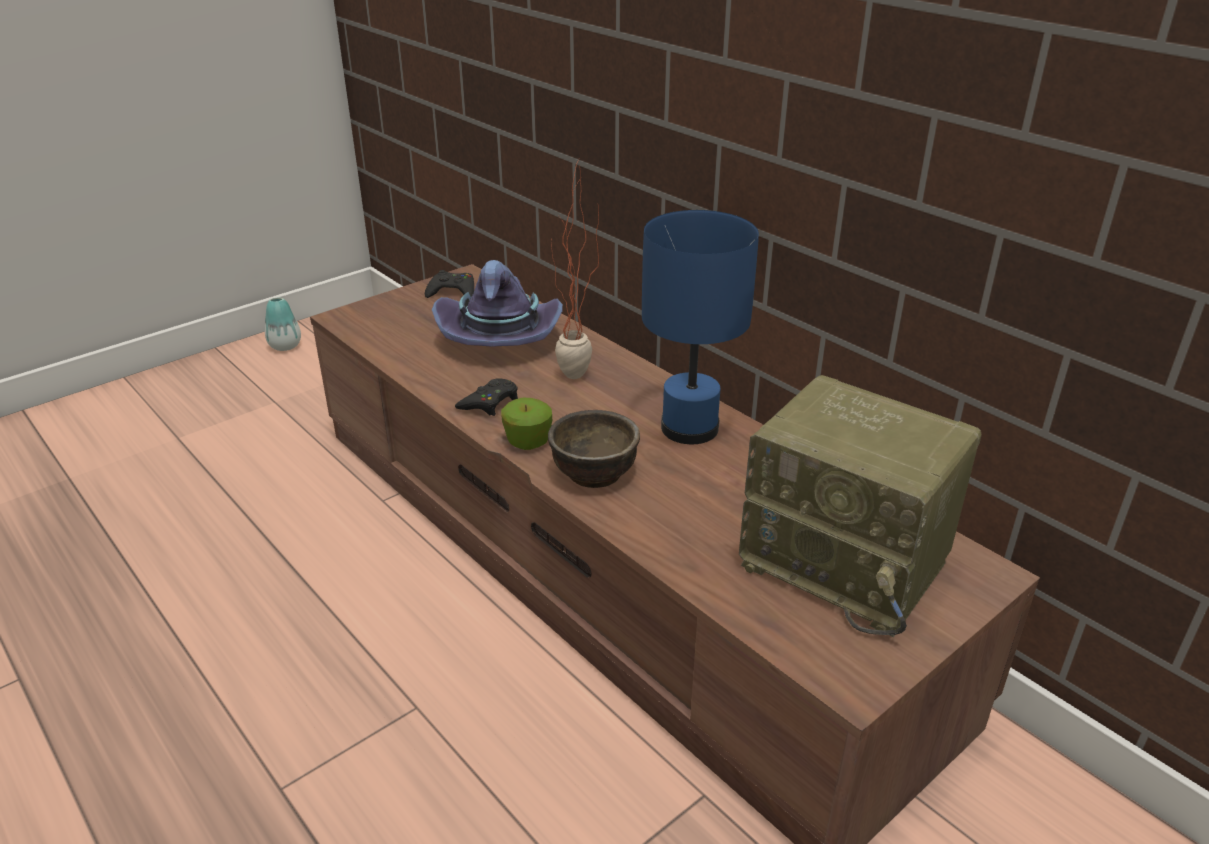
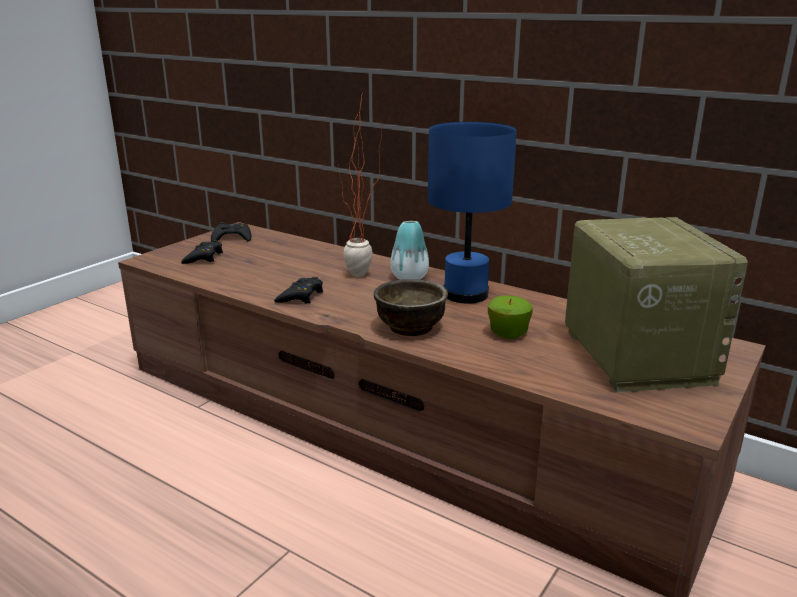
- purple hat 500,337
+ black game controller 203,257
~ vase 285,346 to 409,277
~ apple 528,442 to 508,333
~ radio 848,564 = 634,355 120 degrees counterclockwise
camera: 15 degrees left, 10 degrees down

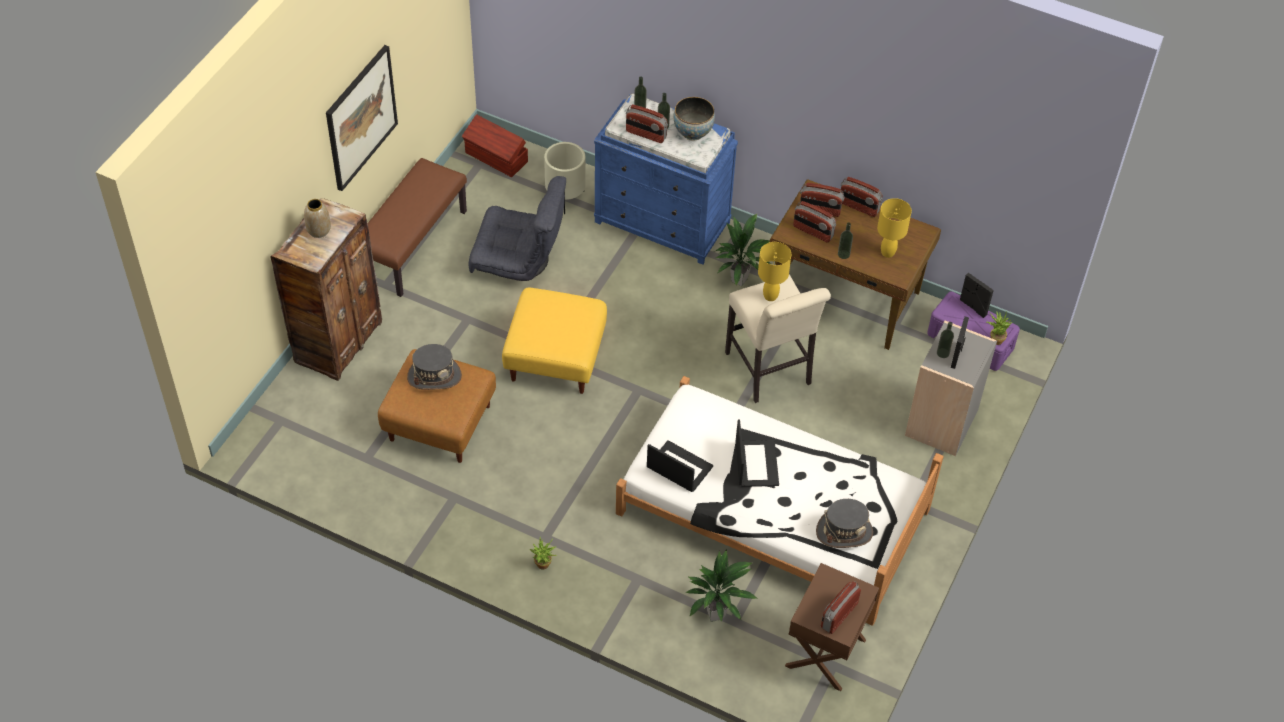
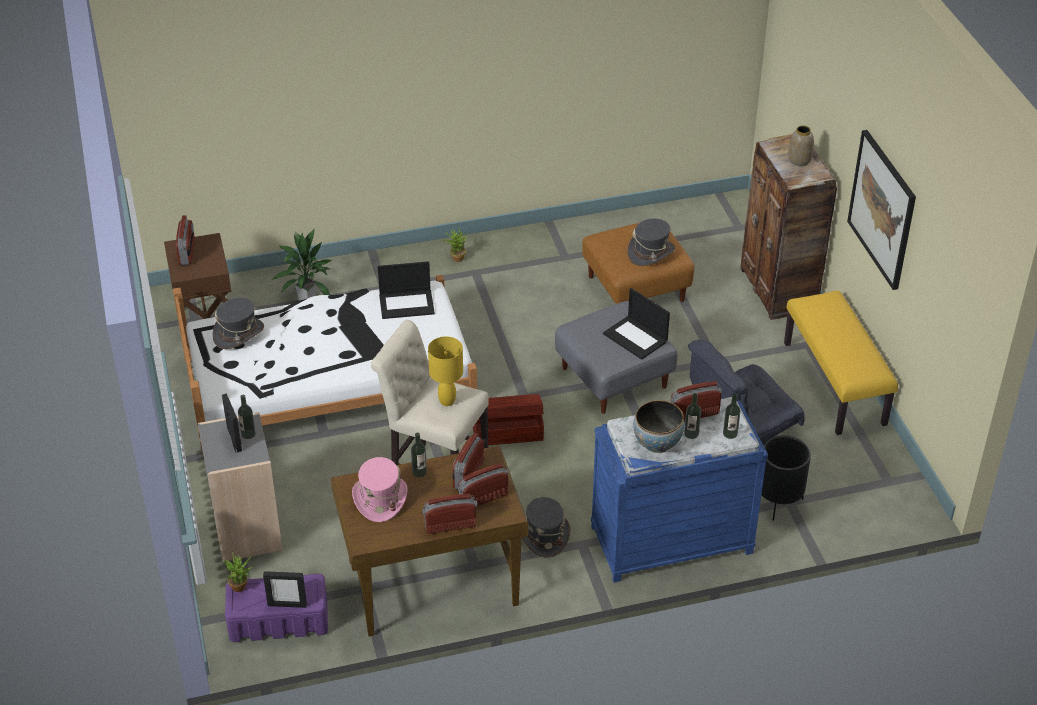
~ brown storage box 496,158 to 507,431
~ laptop 756,463 to 636,338
~ potted plant 740,280 to grey hat 544,535
~ yellow table lamp 888,253 to pink hat 380,499
~ brown bench 413,244 to yellow bench 835,384
~ yellow ottoman 555,357 to grey ottoman 615,378
~ beige planter 565,198 to black planter 778,502
~ radio 813,232 = 468,474 60 degrees counterclockwise
camera: 140 degrees right, 10 degrees down

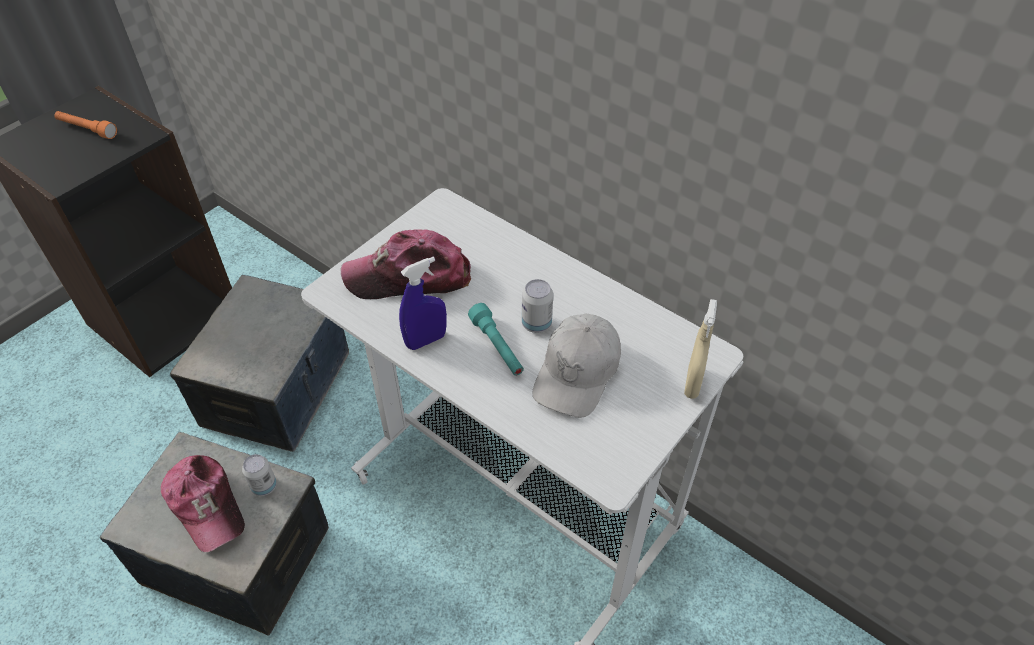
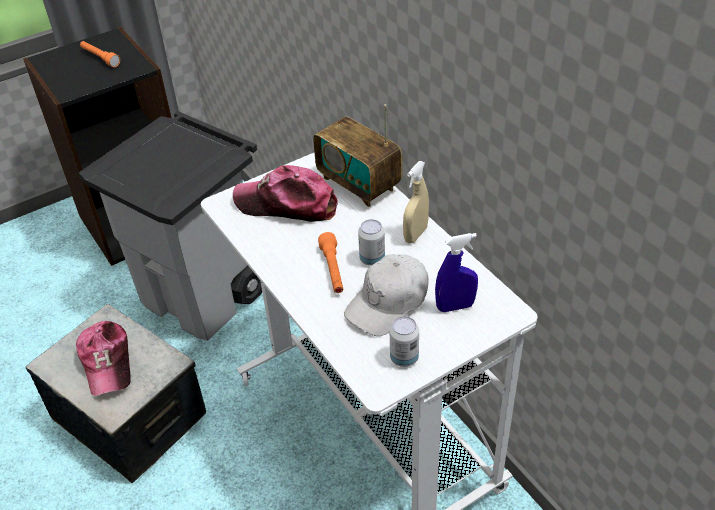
+ radio 359,183
~ can 264,486 to 404,358
~ blue spray bottle 426,340 to 455,306
~ beige spray bottle 692,383 to 415,234
~ storage box 278,389 to grey trash can 205,296
~ turquoise flashlight 497,347 to orange flashlight 333,270
camera: 20 degrees right, 5 degrees down

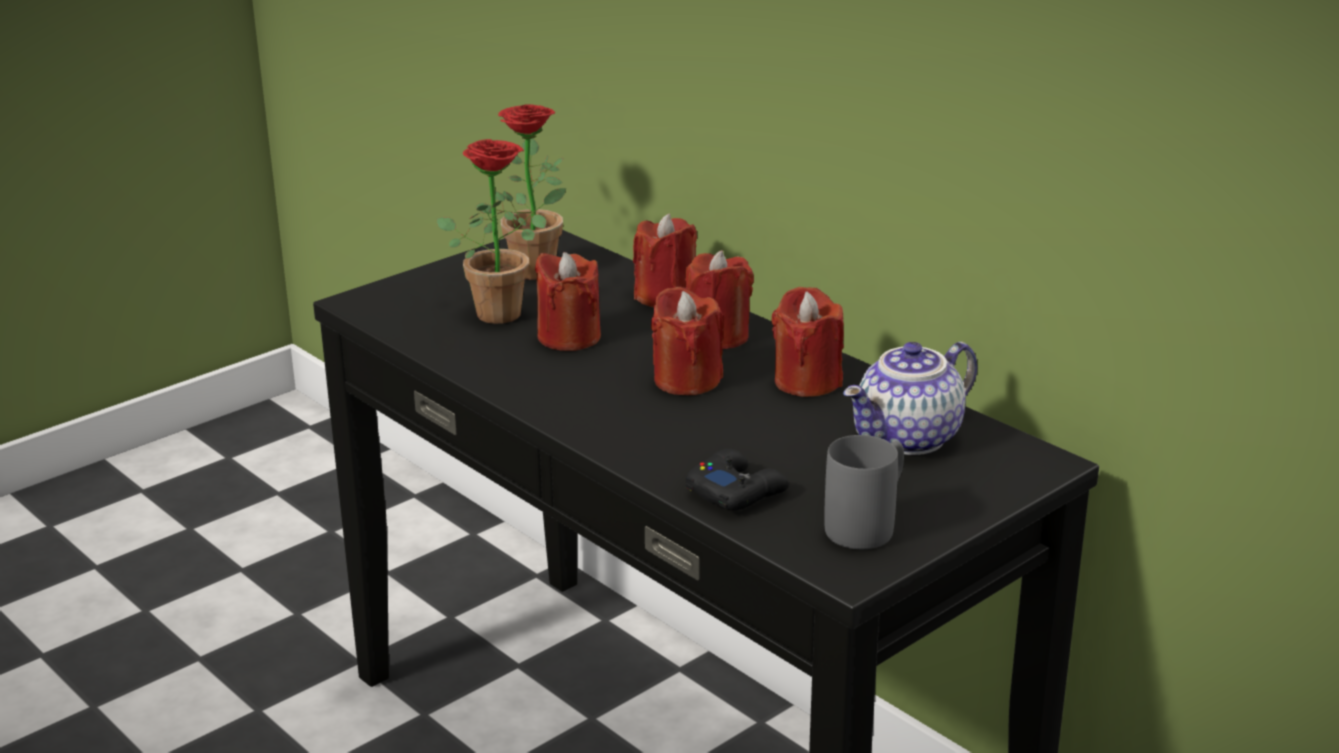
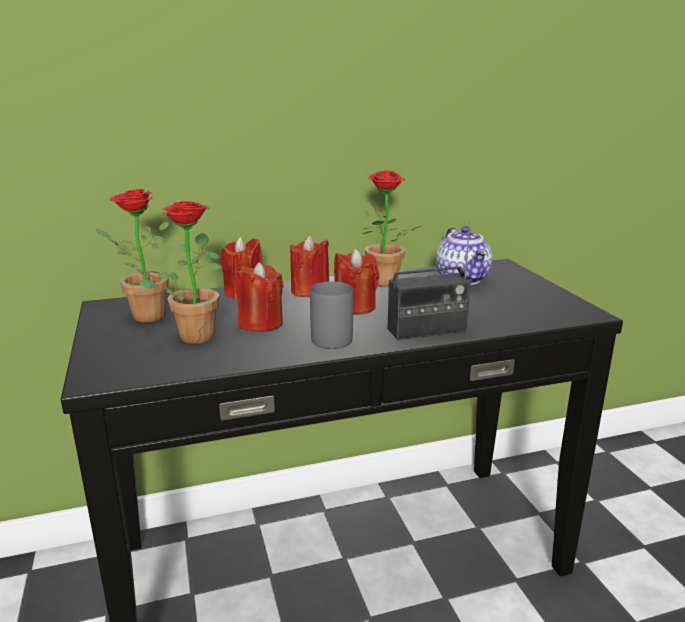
- black game controller 736,491
+ radio 427,330
~ grey mug 868,524 to 328,336
~ red candle 807,381 to potted plant 385,284
camera: 65 degrees left, 5 degrees down

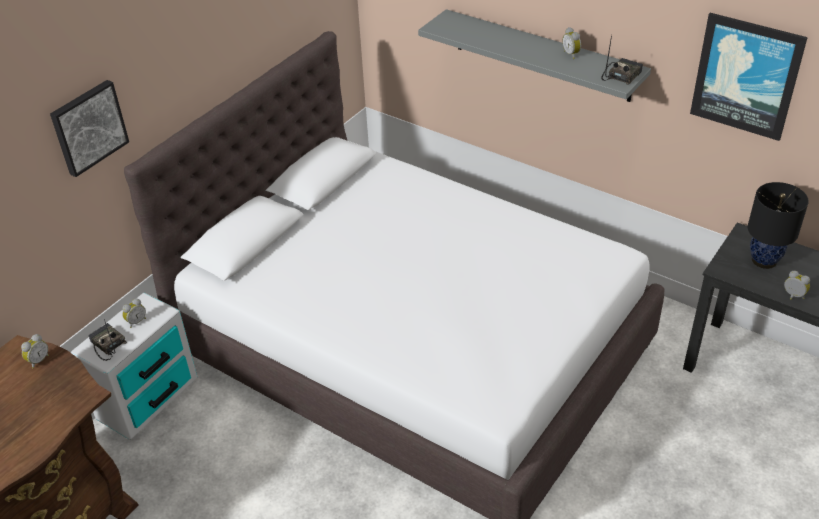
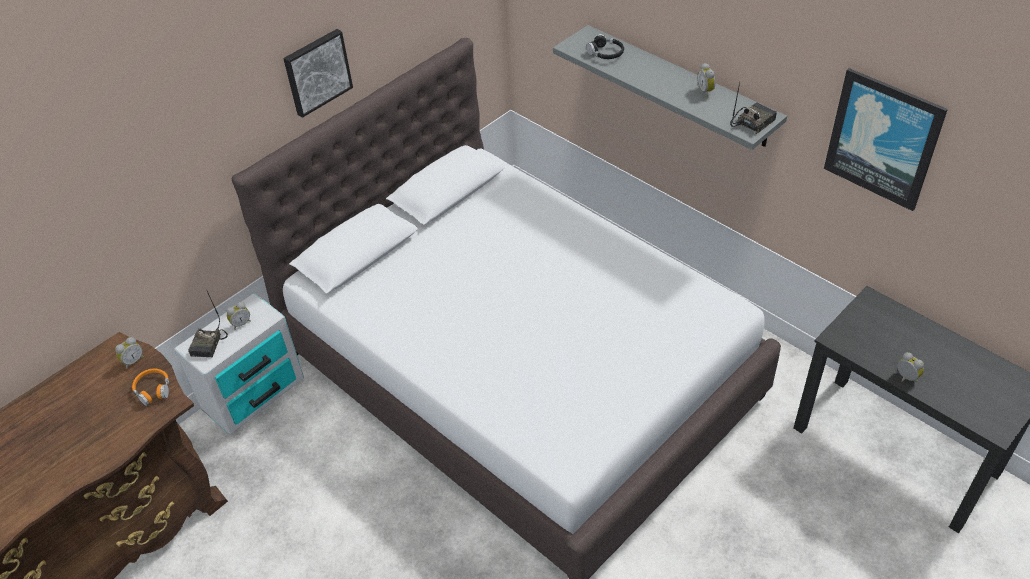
- black table lamp 764,260
+ orange headphones 153,389
+ black headphones 605,53
~ picture 88,127 to 317,72
~ radio 107,345 = 209,345 135 degrees counterclockwise
camera: 10 degrees right, 5 degrees up

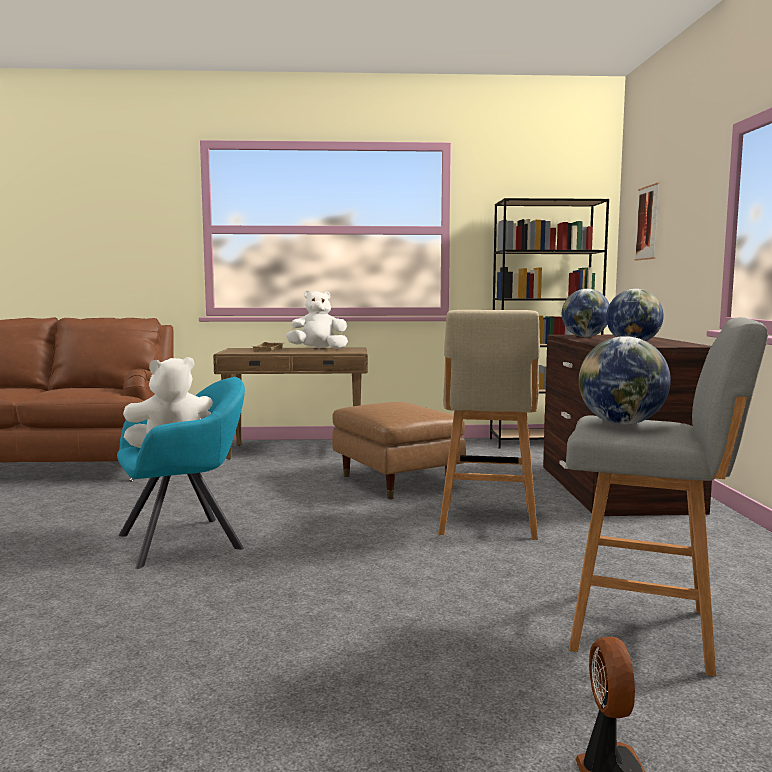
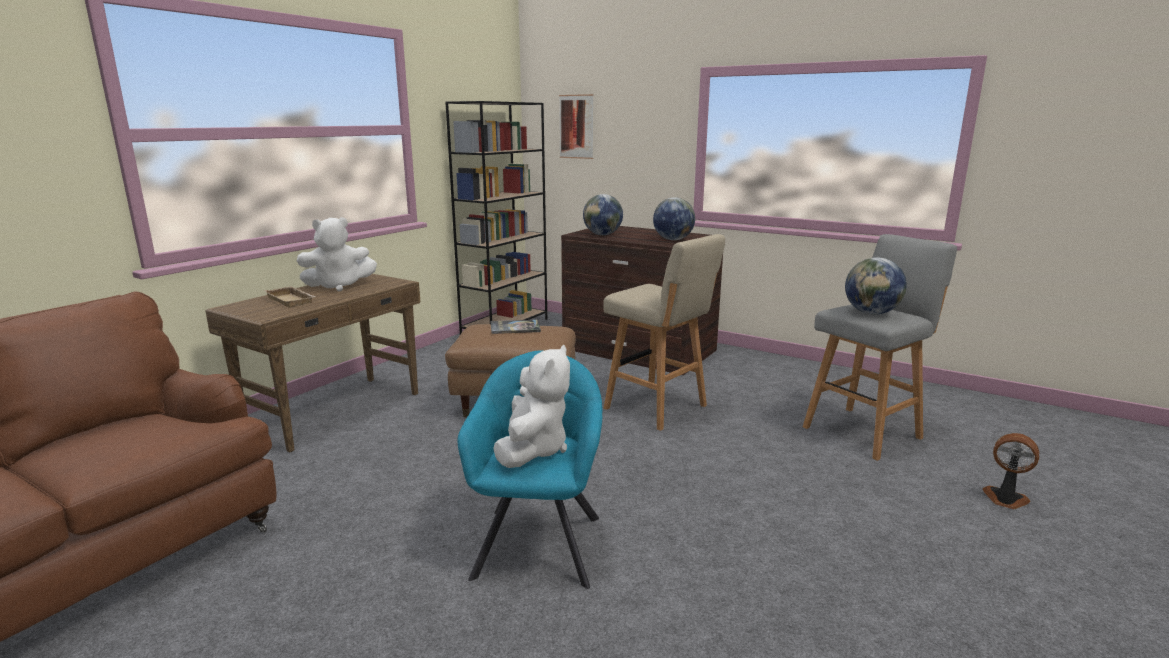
+ book 515,328
~ white plush toy 318,349 = 338,286 135 degrees counterclockwise
camera: 55 degrees left, 10 degrees up

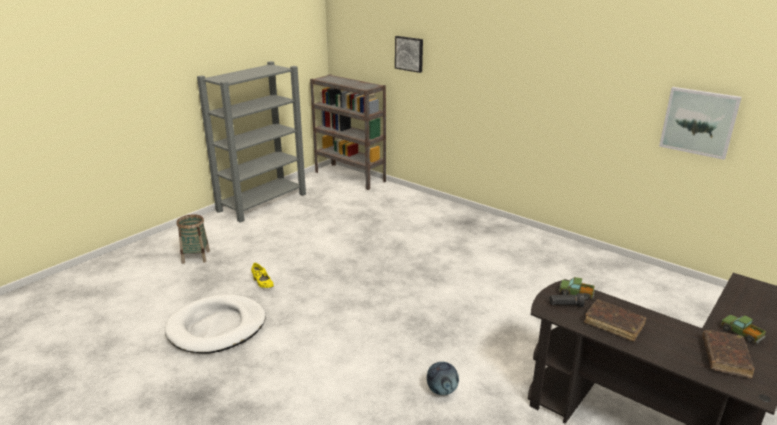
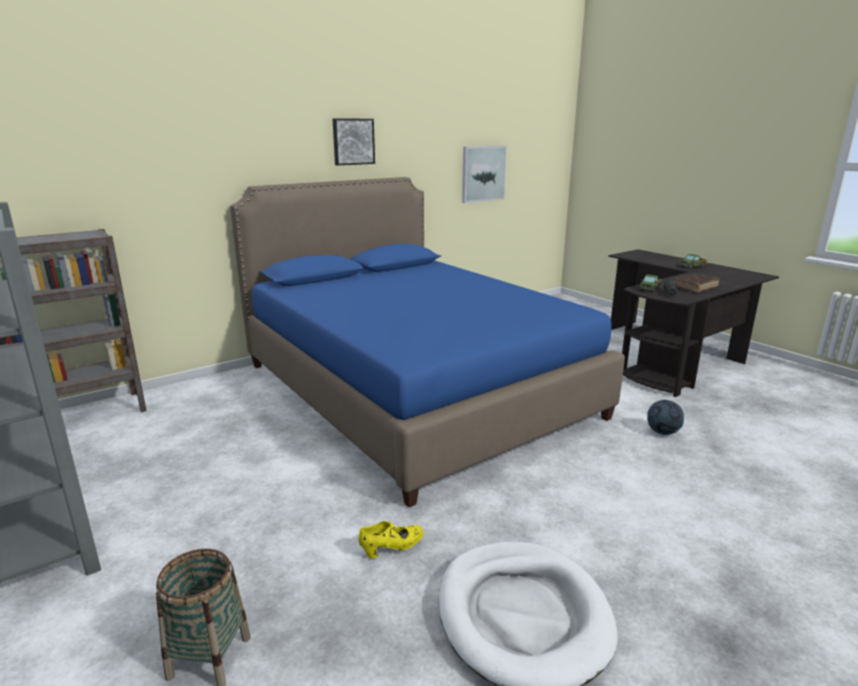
- brown book 725,358
+ blue bed 414,390
~ picture 409,53 to 353,141
camera: 75 degrees left, 5 degrees down

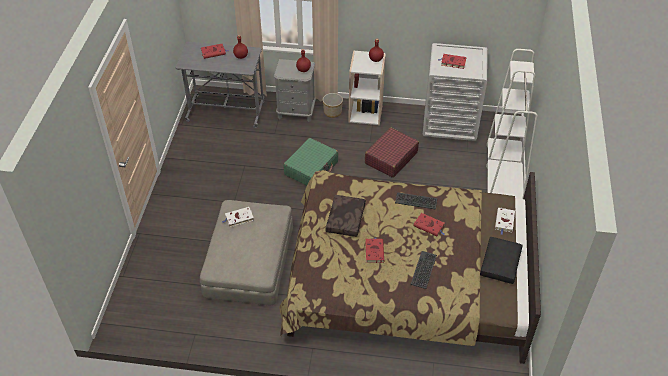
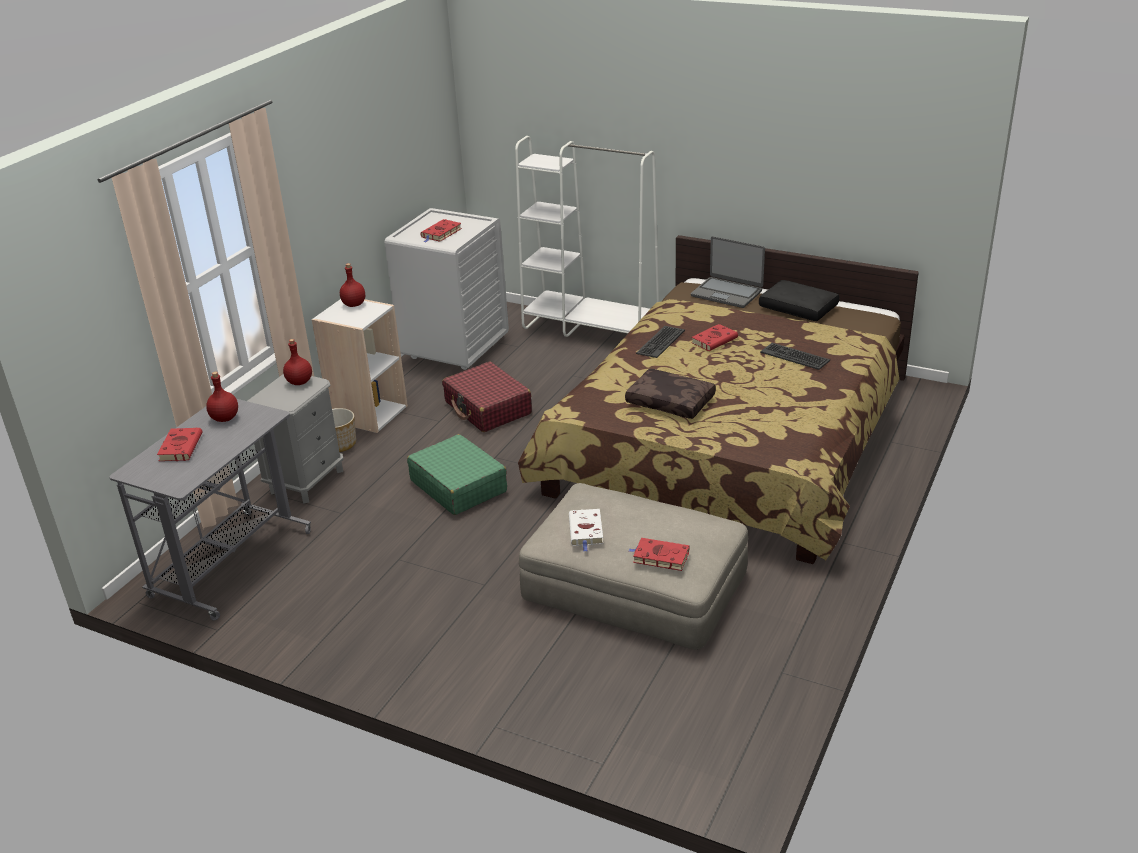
~ red book 374,251 to 659,557
~ white book 504,222 to laptop 727,293
camera: 70 degrees left, 15 degrees down

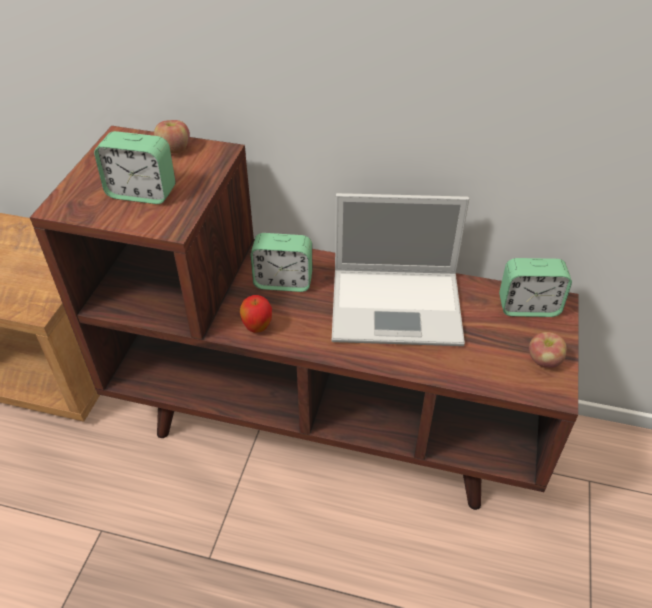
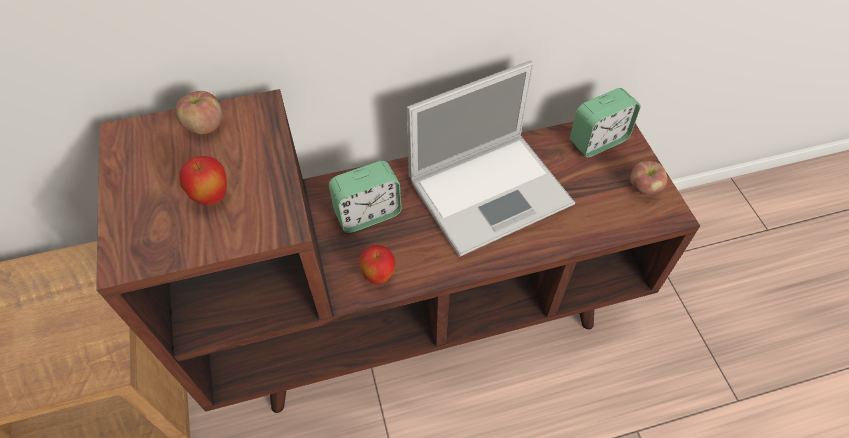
~ alarm clock 142,193 to apple 212,197
camera: 30 degrees left, 10 degrees up

